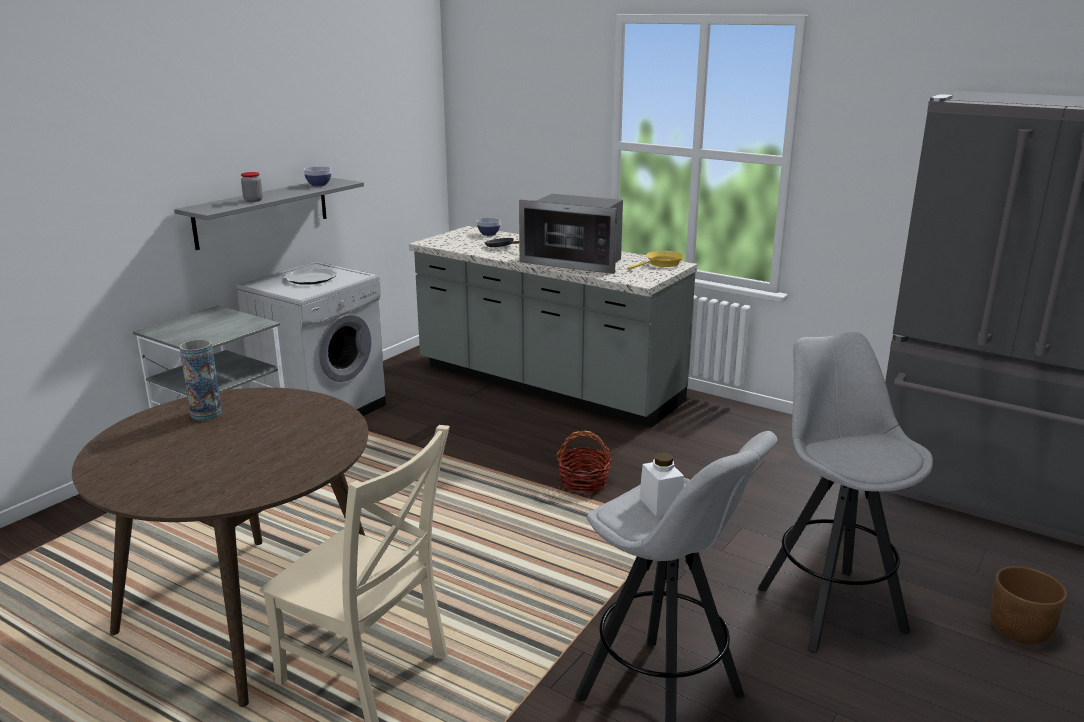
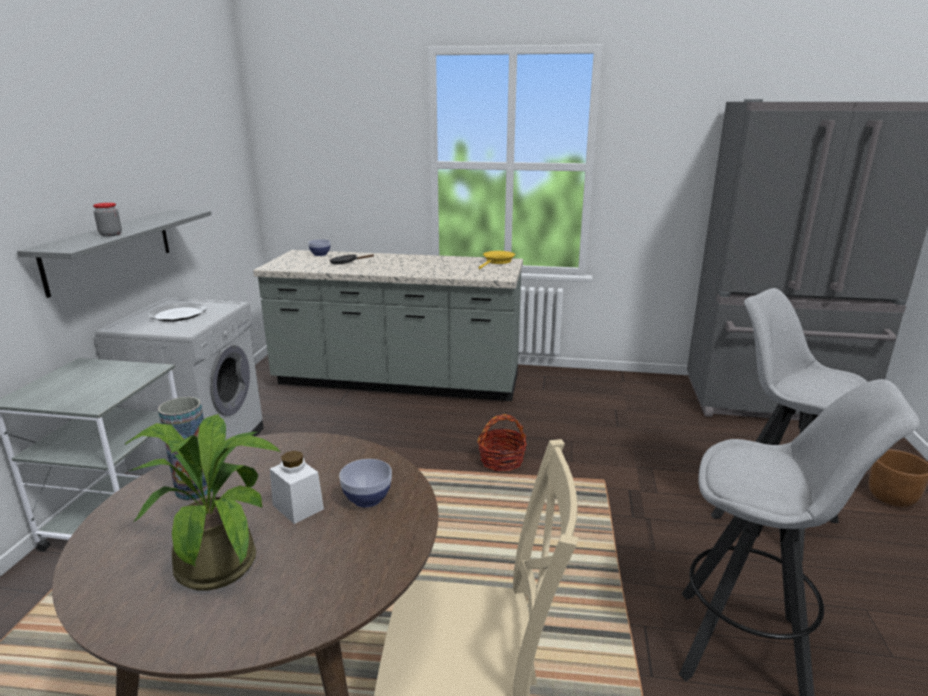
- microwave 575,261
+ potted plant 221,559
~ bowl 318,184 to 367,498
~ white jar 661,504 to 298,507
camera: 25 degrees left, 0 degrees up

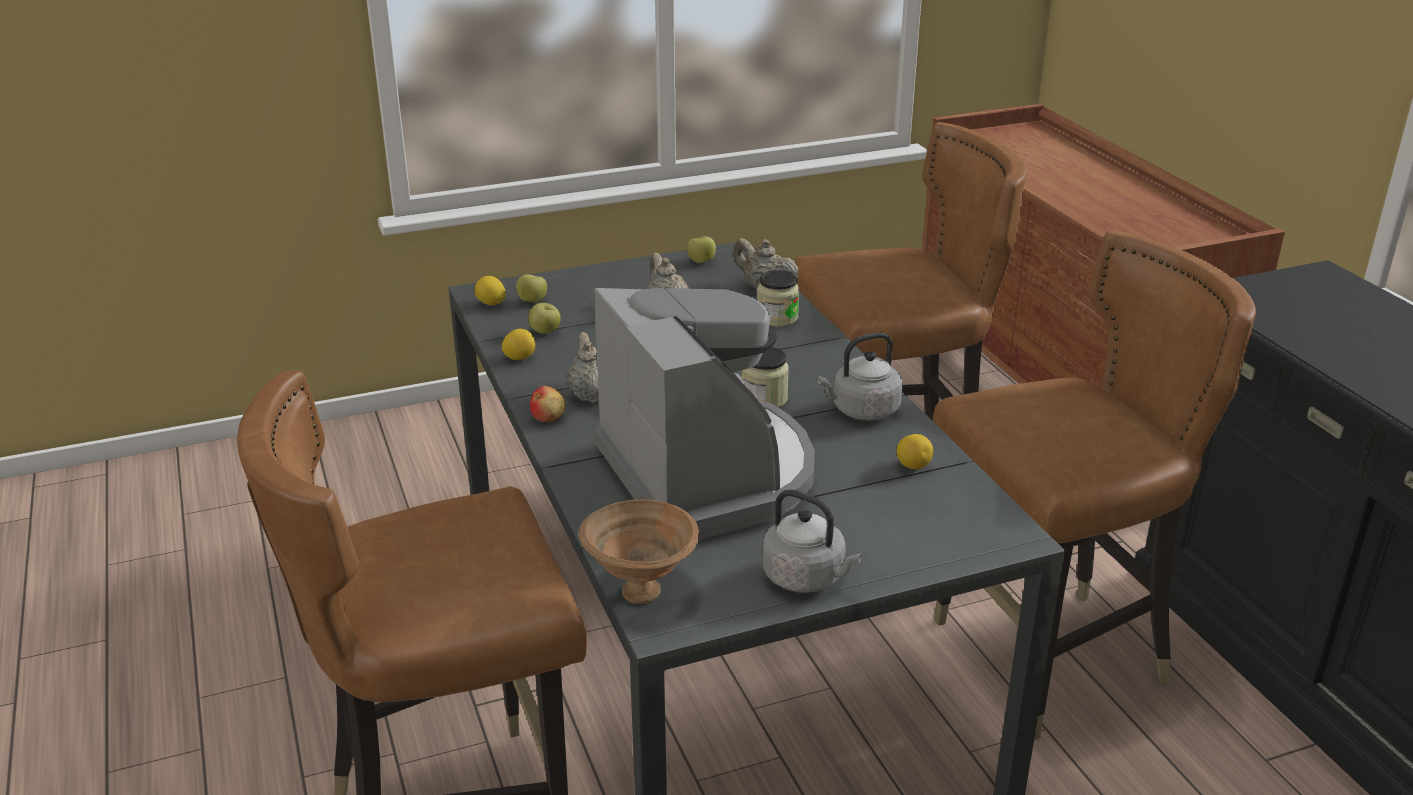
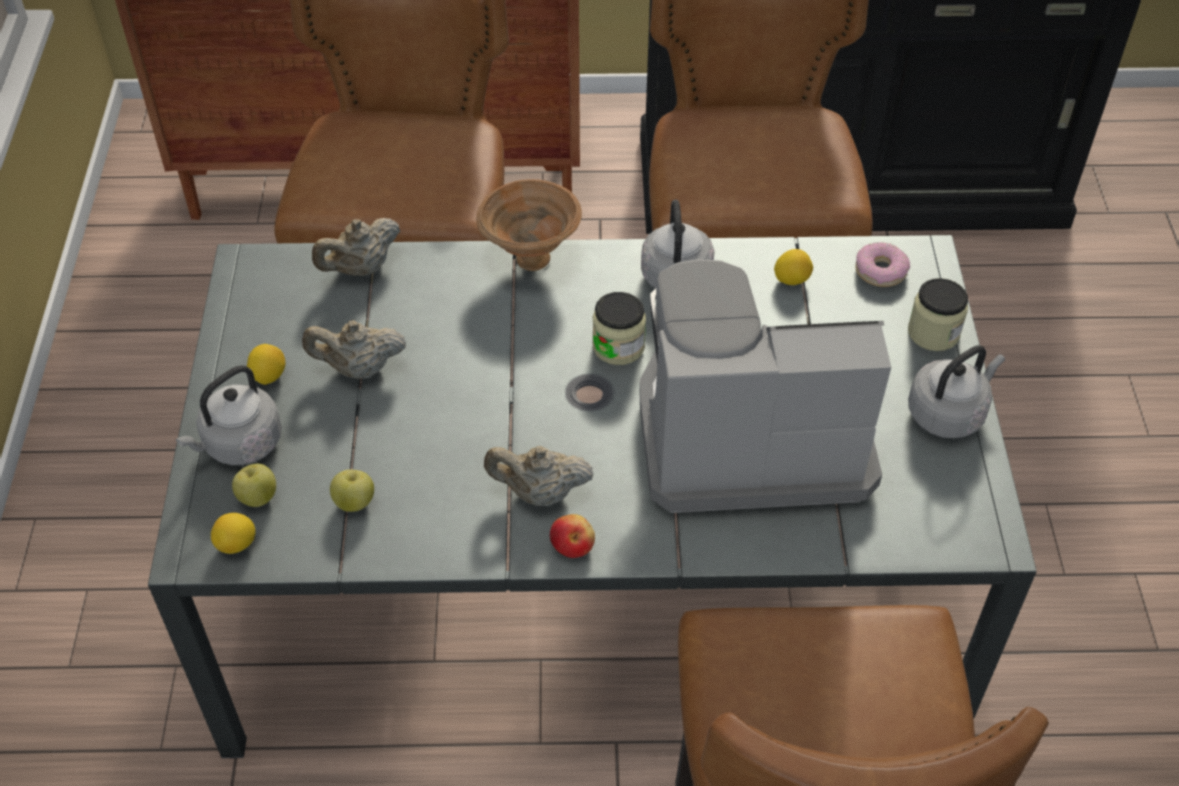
- apple 701,262
+ grey kettle 239,444
+ donut 880,271
~ lemon 519,358 to 268,376
~ brown bowl 638,590 to 530,260
~ jar 777,318 to 933,333
camera: 70 degrees left, 20 degrees up

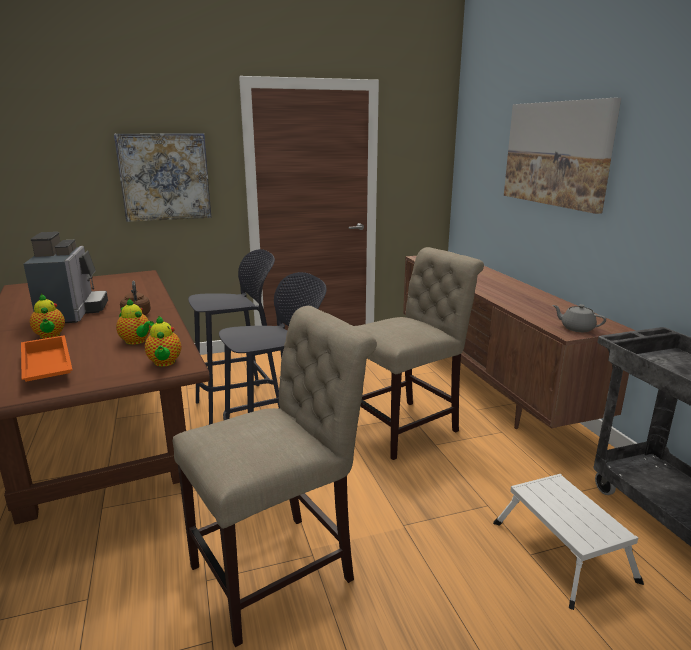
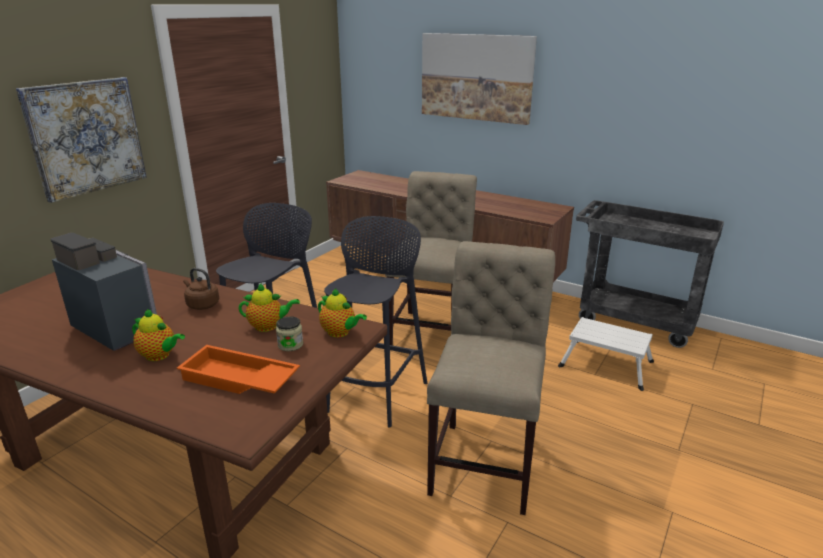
- grey teapot 576,328
+ jar 290,345
camera: 40 degrees left, 5 degrees up

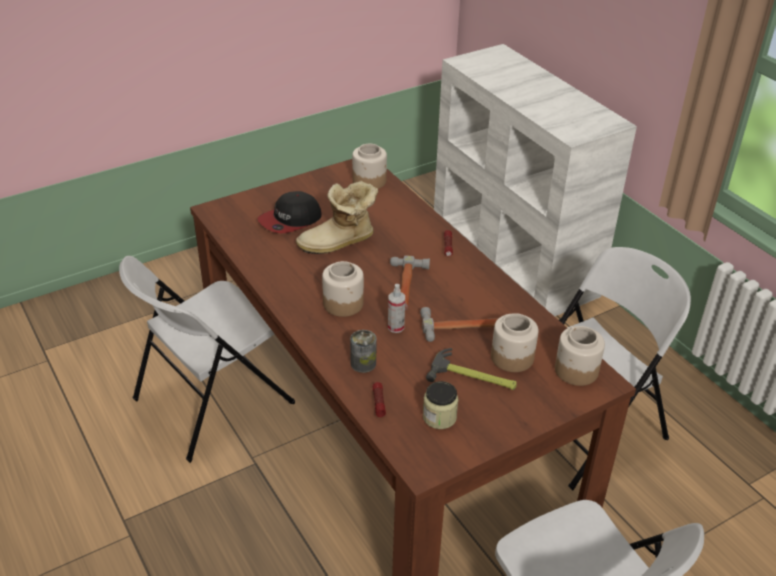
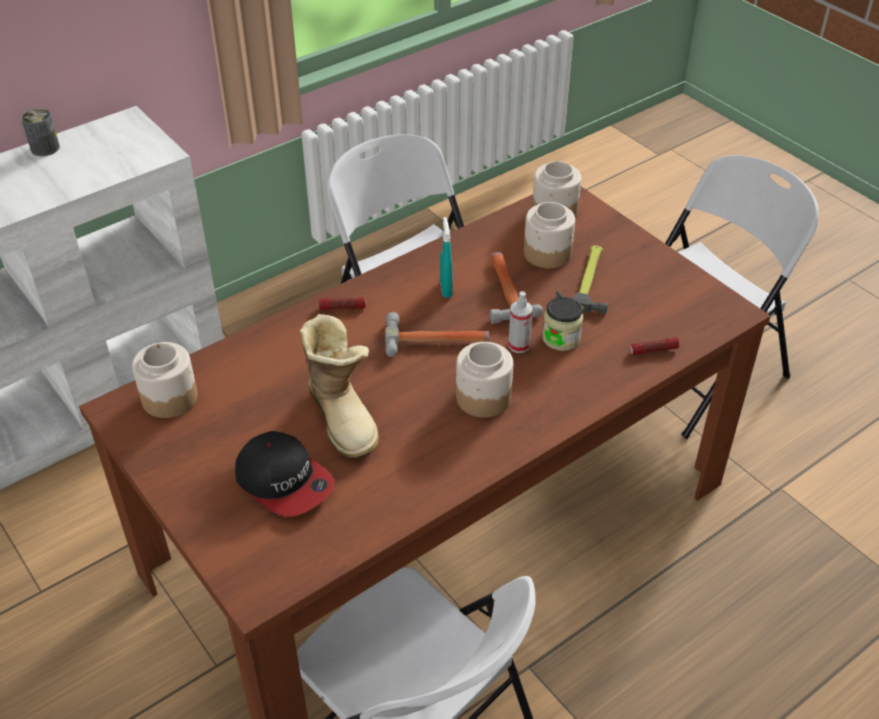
+ turquoise spray bottle 446,289
~ can 363,363 to 45,148
~ jar 439,417 to 561,338
camera: 95 degrees left, 5 degrees up

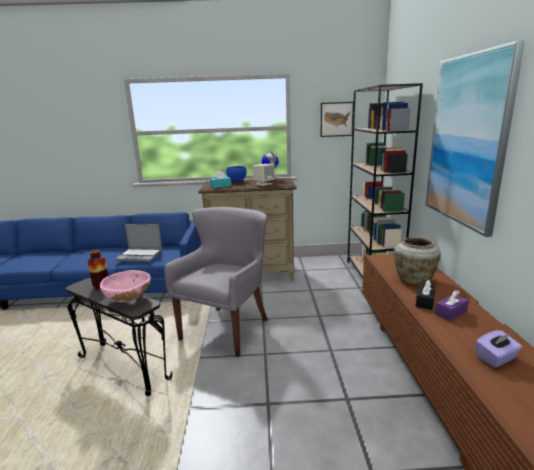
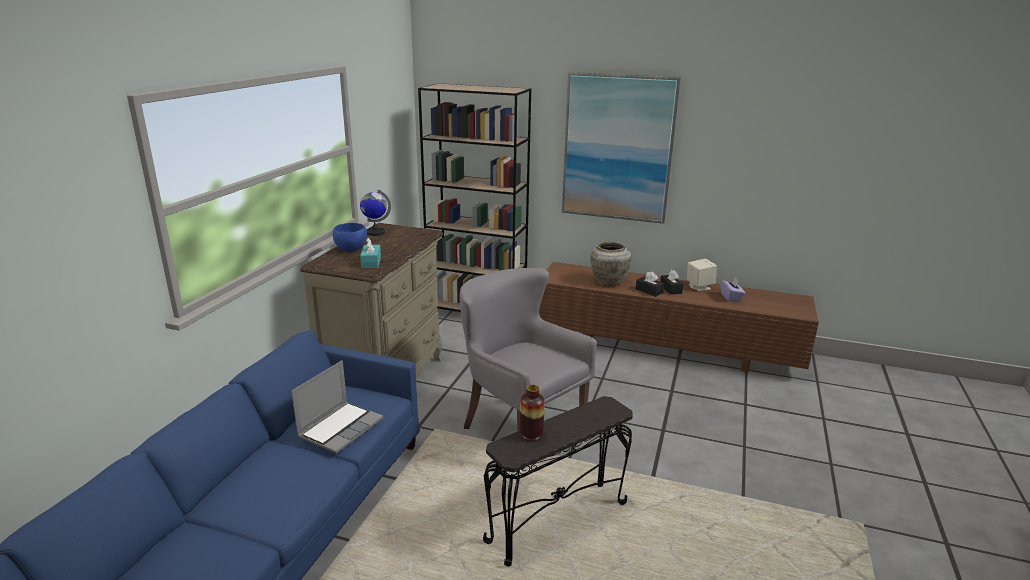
- pink bowl 129,300
- picture 336,119
~ beige speaker 264,184 to 699,286
~ purple tissue box 451,313 to black tissue box 670,289
camera: 70 degrees left, 5 degrees up

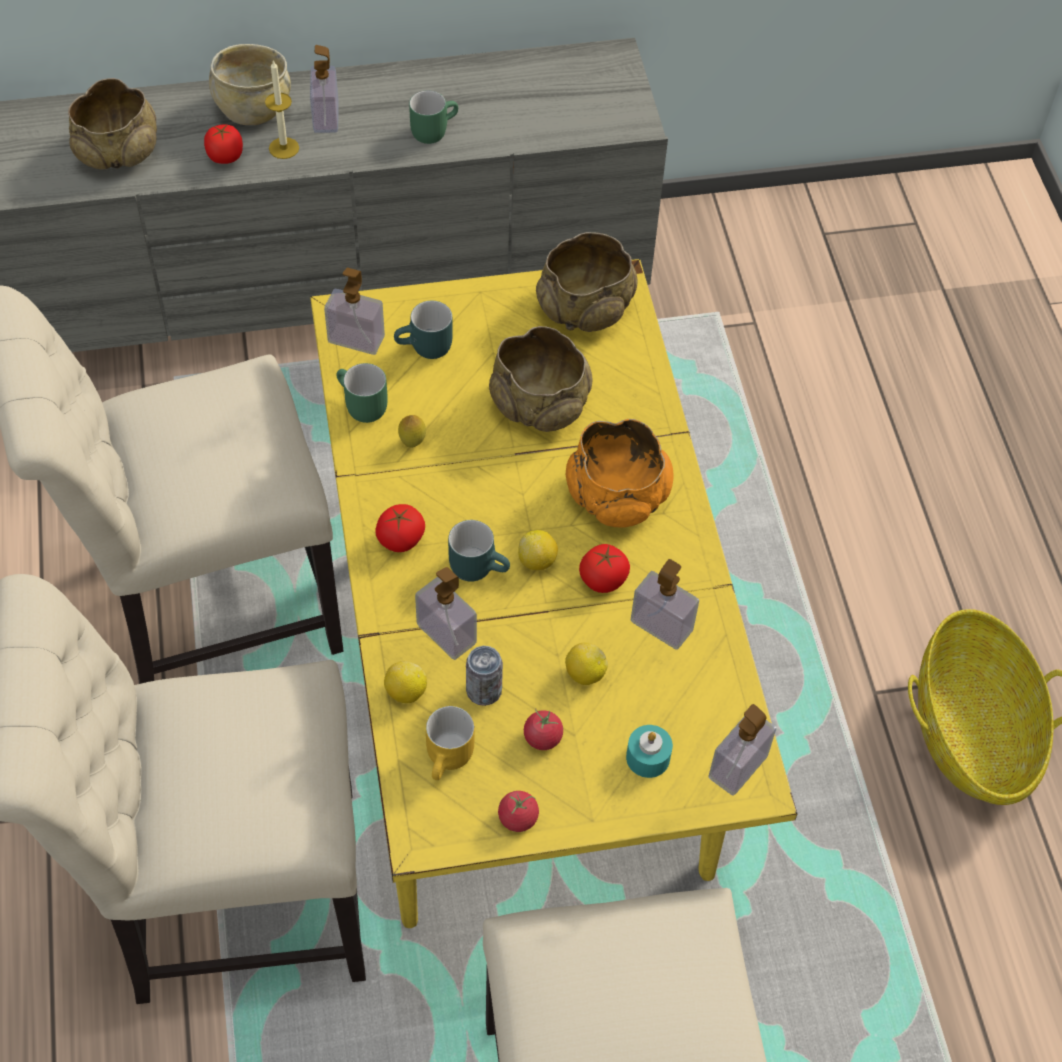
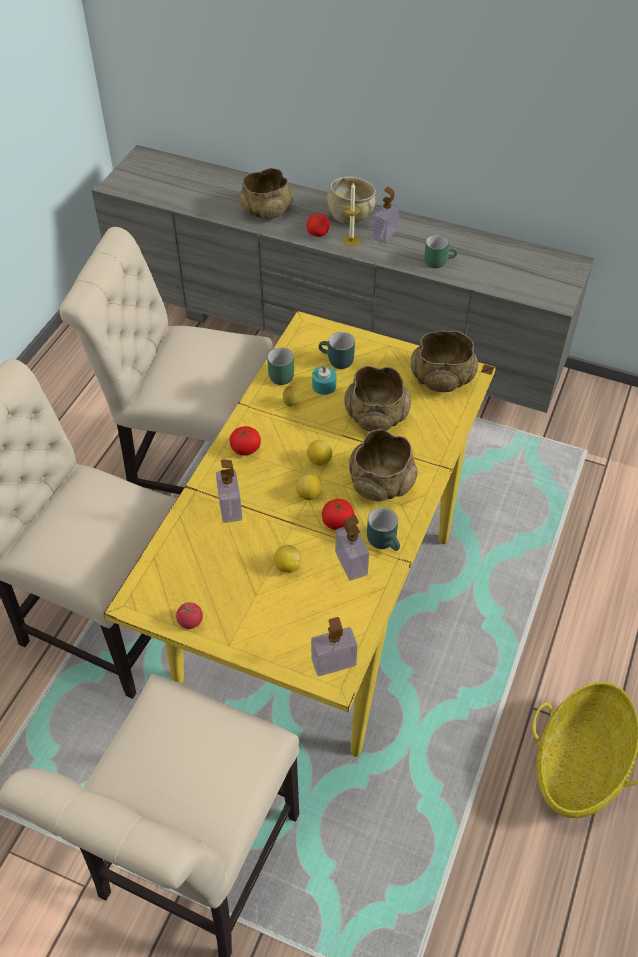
- soap dispenser 356,339
- yellow mug 451,759
- can 484,690
- tomato 542,737
~ lemon 405,692 to 319,460
~ turquoise mug 479,565 to 385,541
~ turquoise candle 648,757 to 324,386
~ orange bowl 616,496 to beige bowl 381,483
camera: 35 degrees right, 5 degrees down

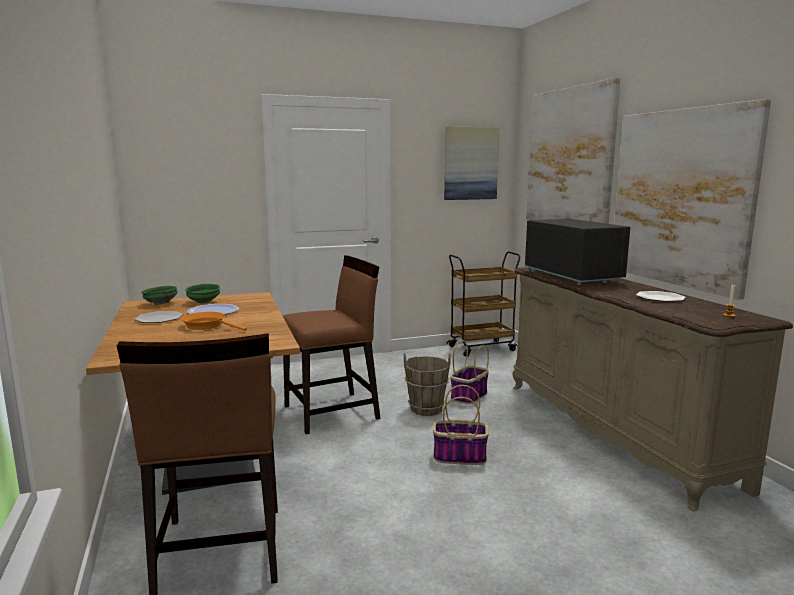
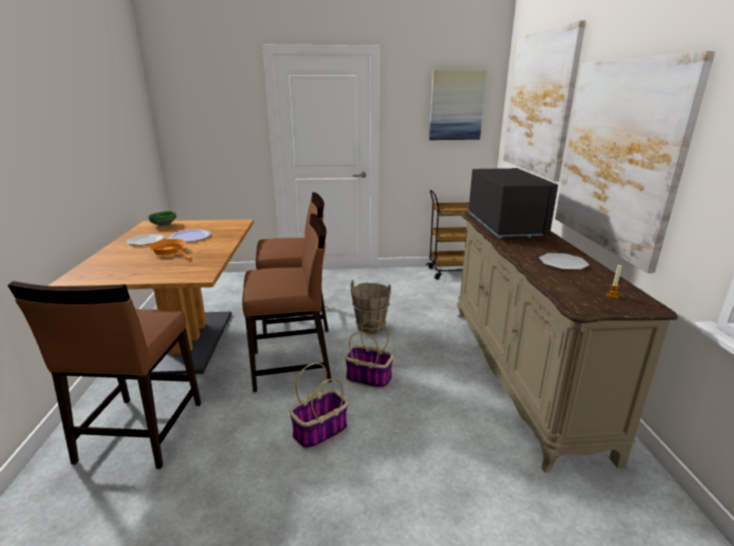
- green bowl 203,302
+ brown chair 292,366
~ basket 469,396 to 320,432
camera: 15 degrees right, 10 degrees up

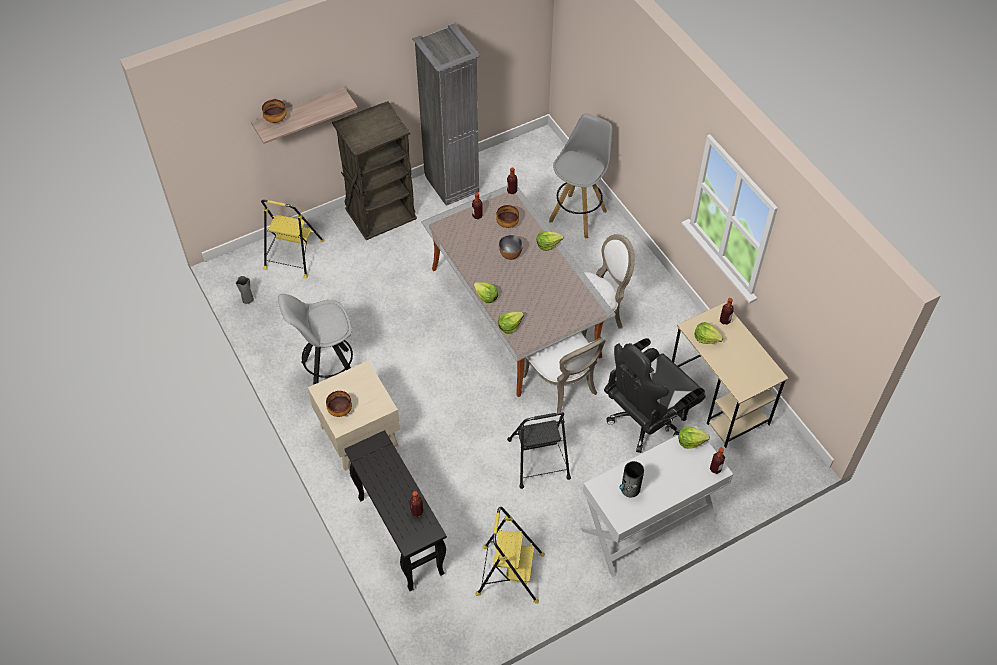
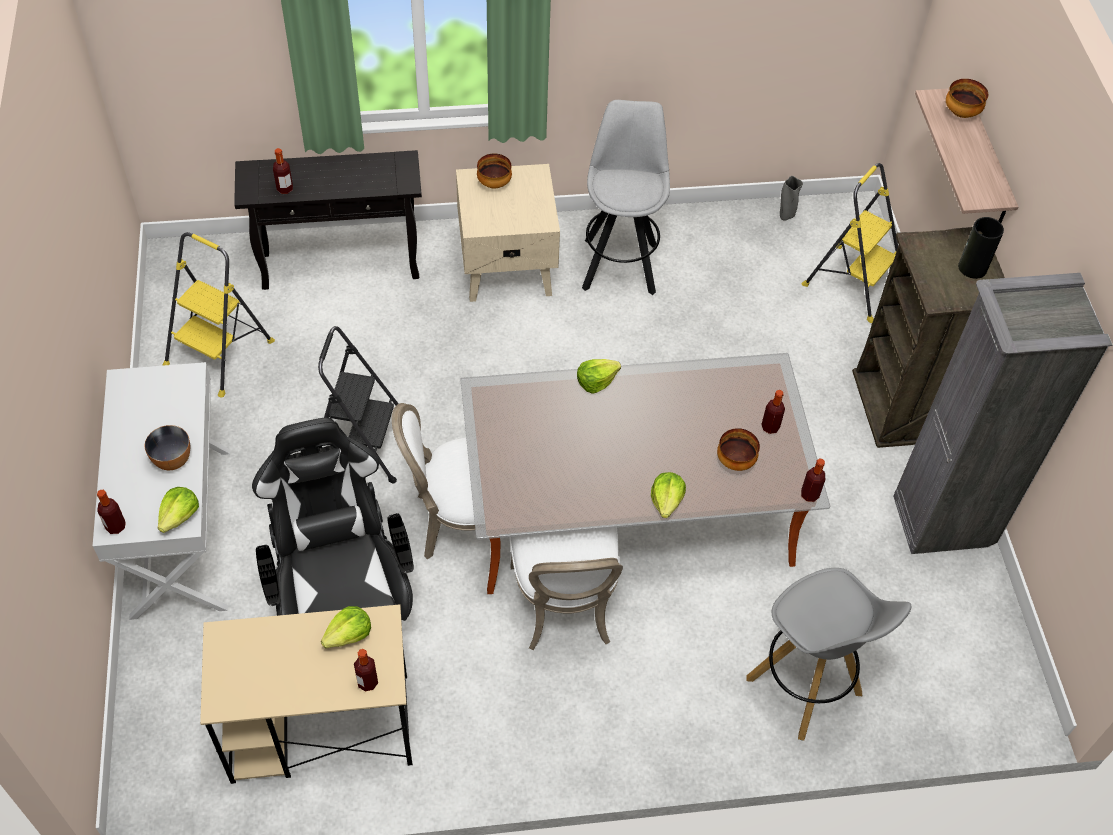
- lettuce 510,326
~ bowl 510,255 to 172,460
~ vase 630,489 to 972,267
camera: 110 degrees right, 0 degrees up

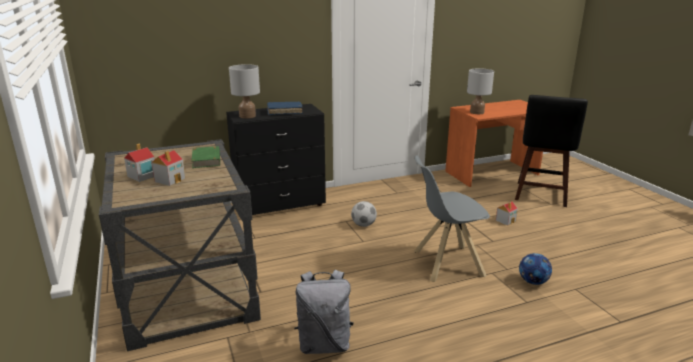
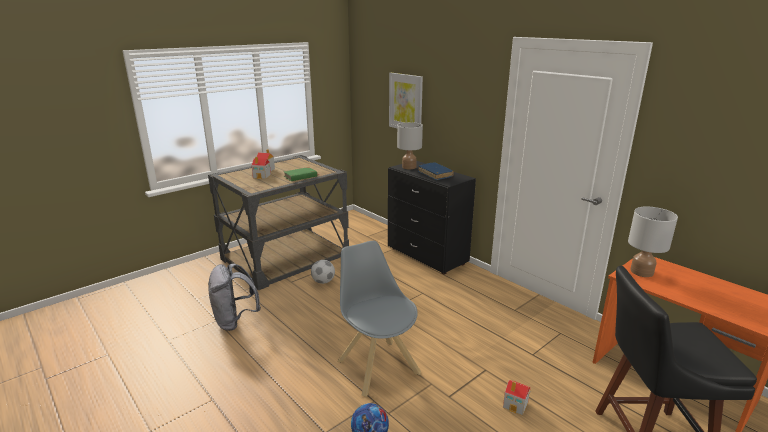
+ picture 406,102
~ football 363,225 to 323,282
camera: 70 degrees right, 0 degrees up

